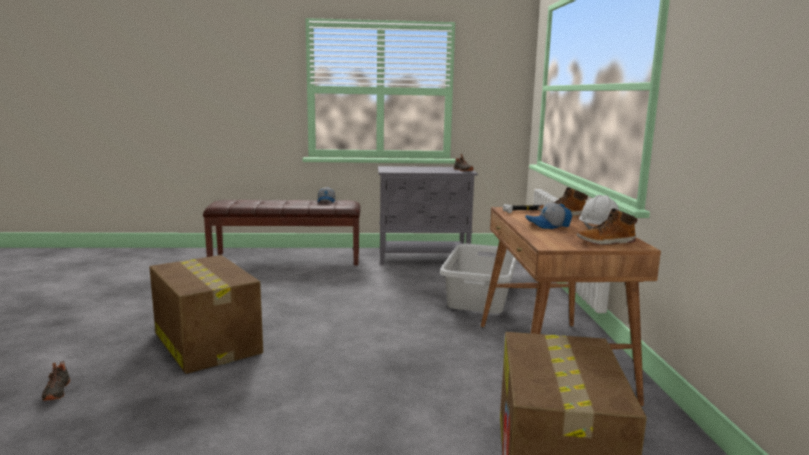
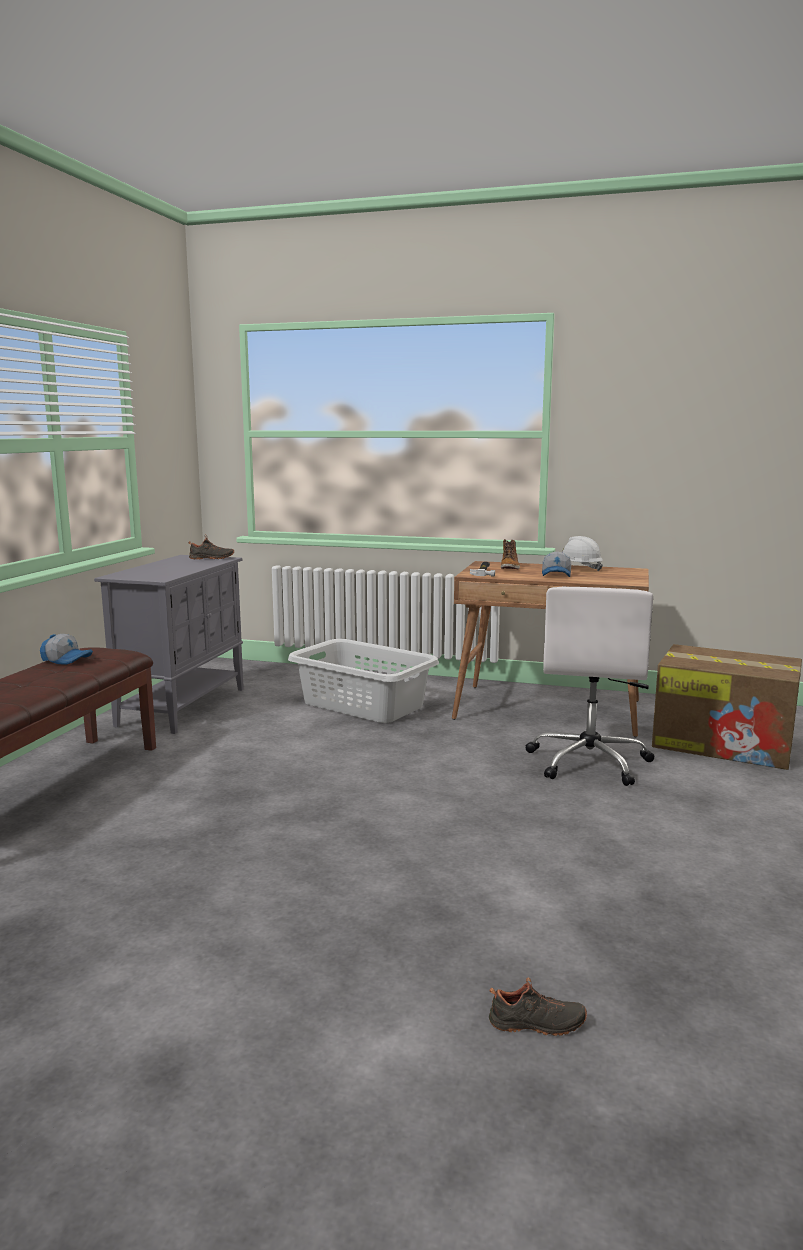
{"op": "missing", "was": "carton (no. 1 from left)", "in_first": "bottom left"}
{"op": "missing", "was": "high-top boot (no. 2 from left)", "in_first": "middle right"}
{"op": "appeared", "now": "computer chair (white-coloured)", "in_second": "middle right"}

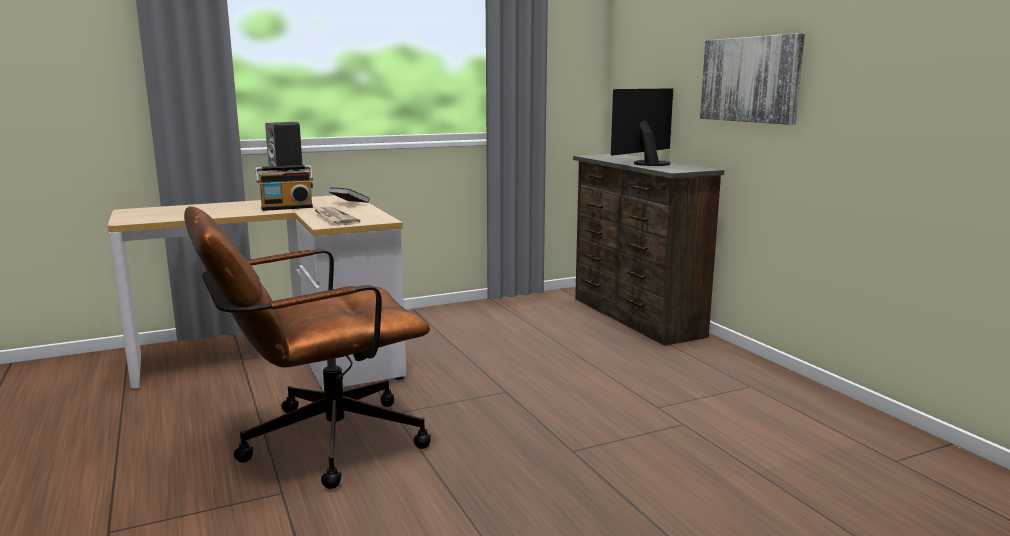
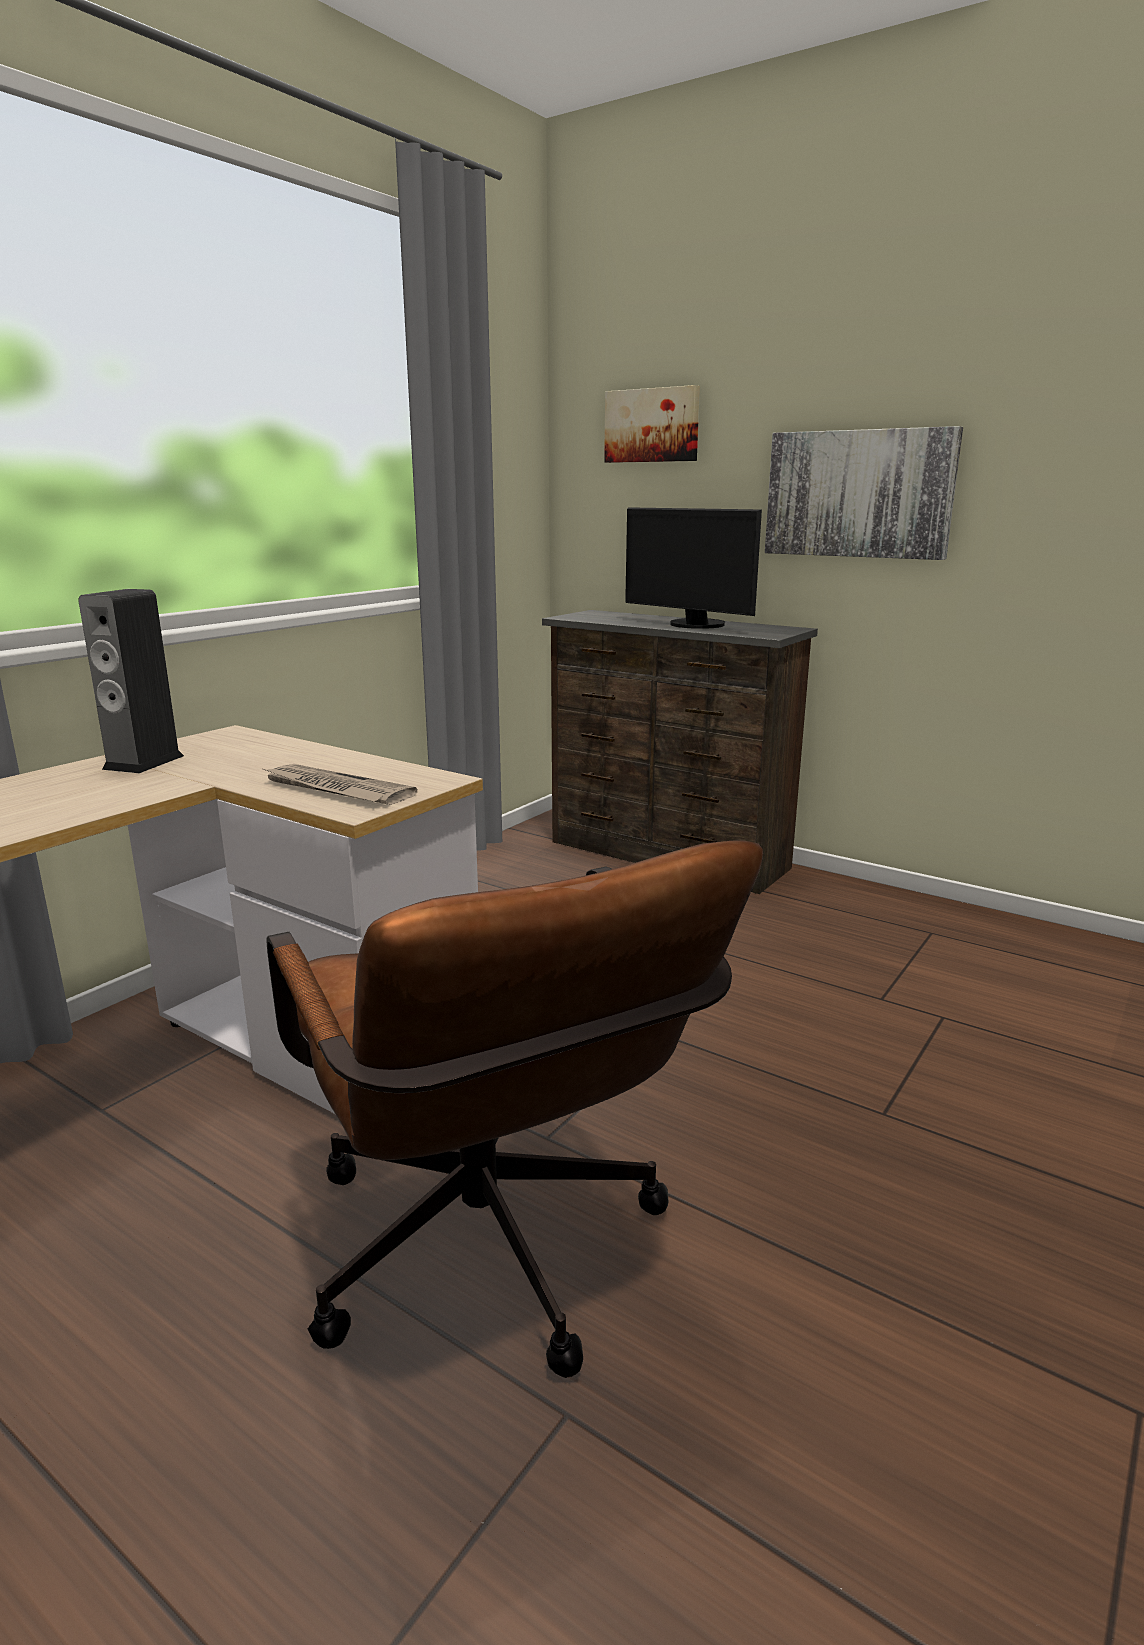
{"op": "missing", "was": "radio set", "in_first": "middle left"}
{"op": "missing", "was": "bound book", "in_first": "centre"}
{"op": "appeared", "now": "wall art (no. 1 from left)", "in_second": "top centre"}
{"op": "spun", "was": "computer chair (brown-coloured)", "in_first": "middle left", "in_second": "bottom centre", "clockwise": -60}
{"op": "spun", "was": "computer display", "in_first": "top centre", "in_second": "centre", "clockwise": -60}

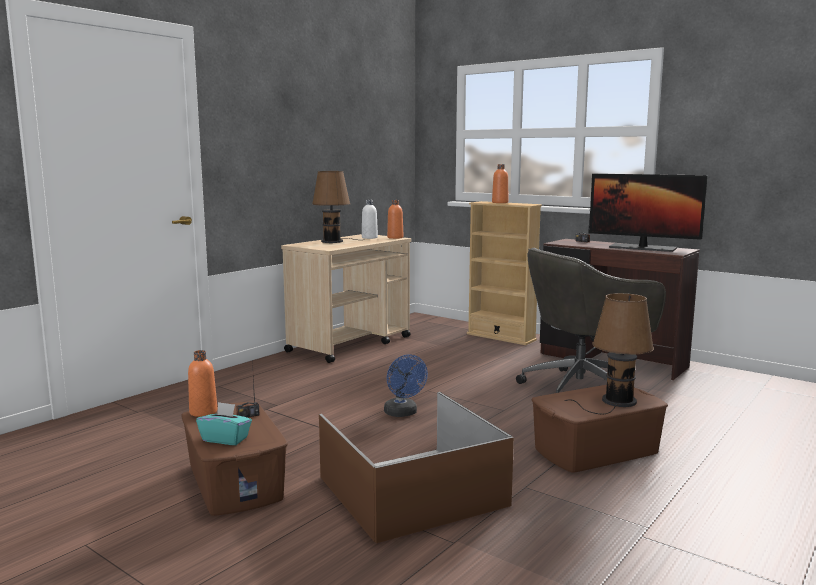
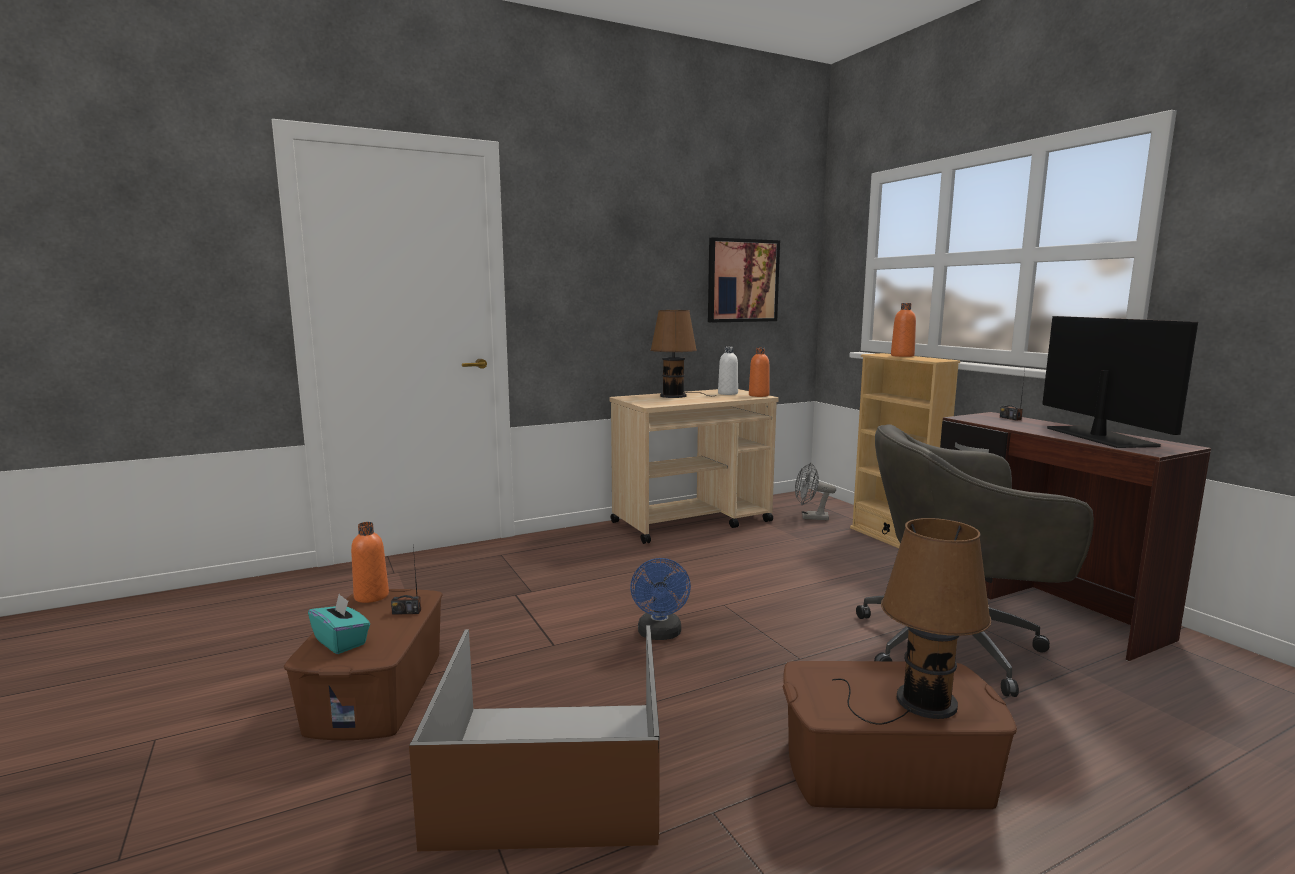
{"op": "appeared", "now": "wall art", "in_second": "top centre"}
{"op": "appeared", "now": "cooling fan (grey)", "in_second": "centre"}
{"op": "spun", "was": "computer display", "in_first": "middle right", "in_second": "middle right", "clockwise": -150}

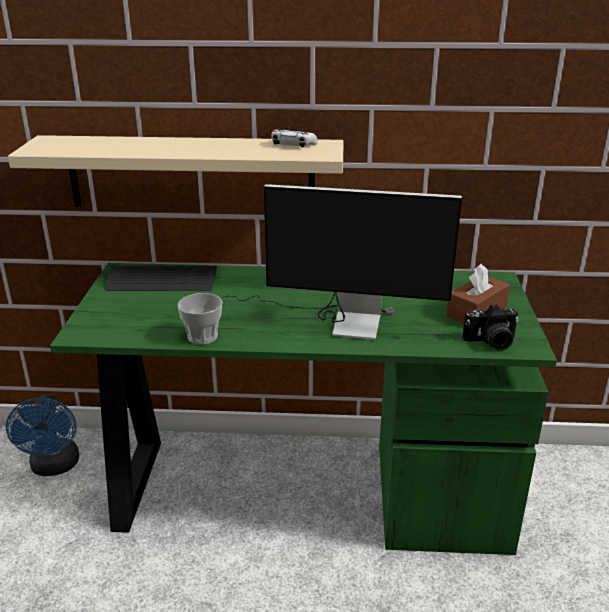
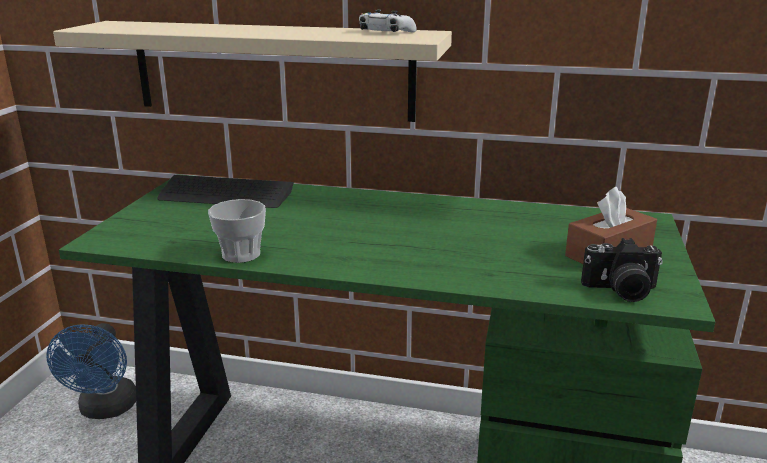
{"op": "missing", "was": "computer display", "in_first": "centre"}

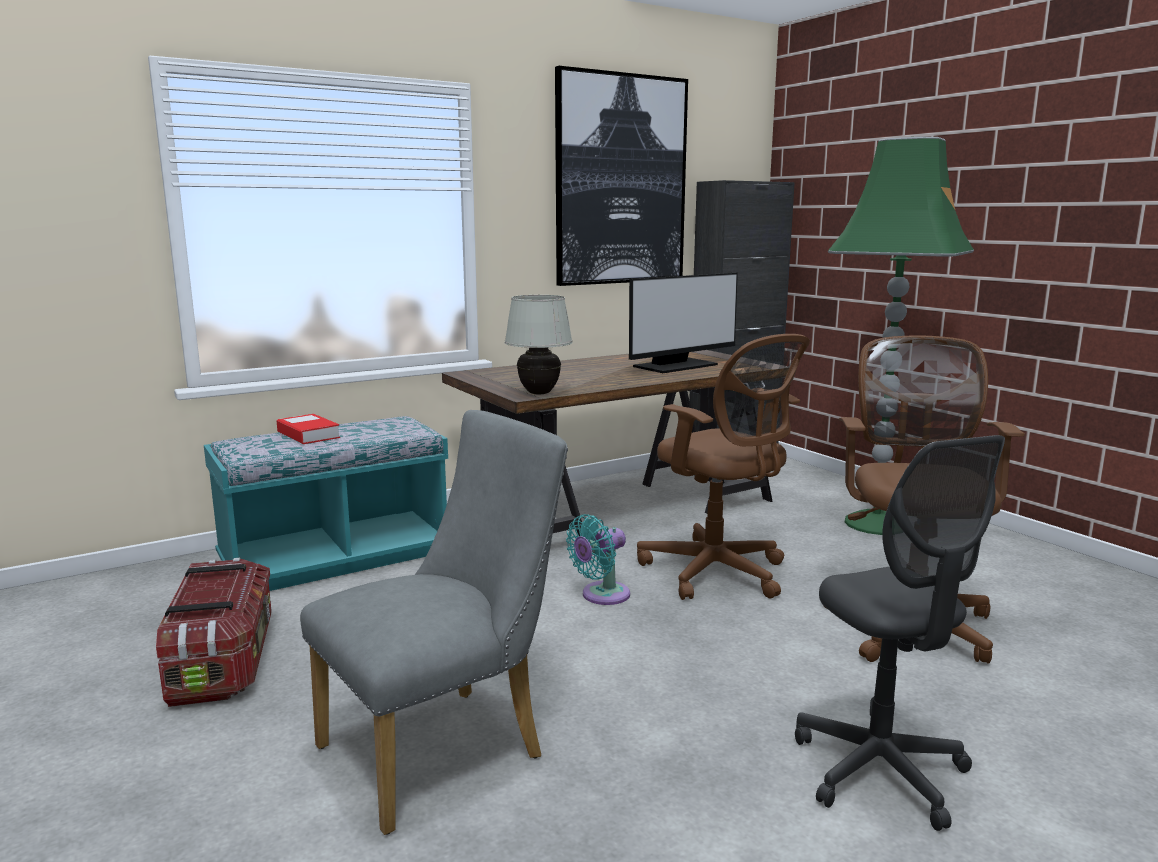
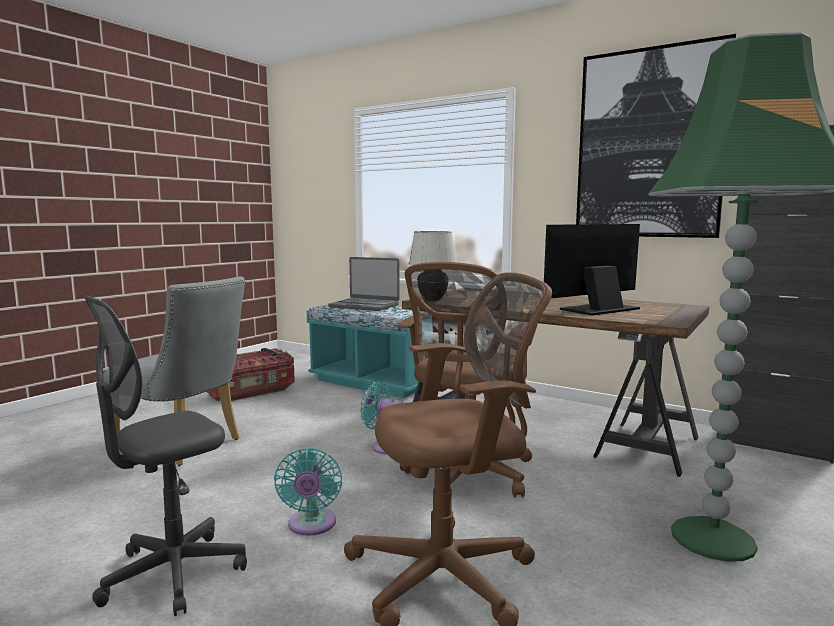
{"op": "appeared", "now": "cooling fan (turquoise) (no. 1 from left)", "in_second": "bottom centre"}
{"op": "exchanged", "was": "bound book", "now": "portable computer", "in_first": "middle left", "in_second": "centre"}
{"op": "spun", "was": "computer display", "in_first": "centre", "in_second": "middle right", "clockwise": 120}

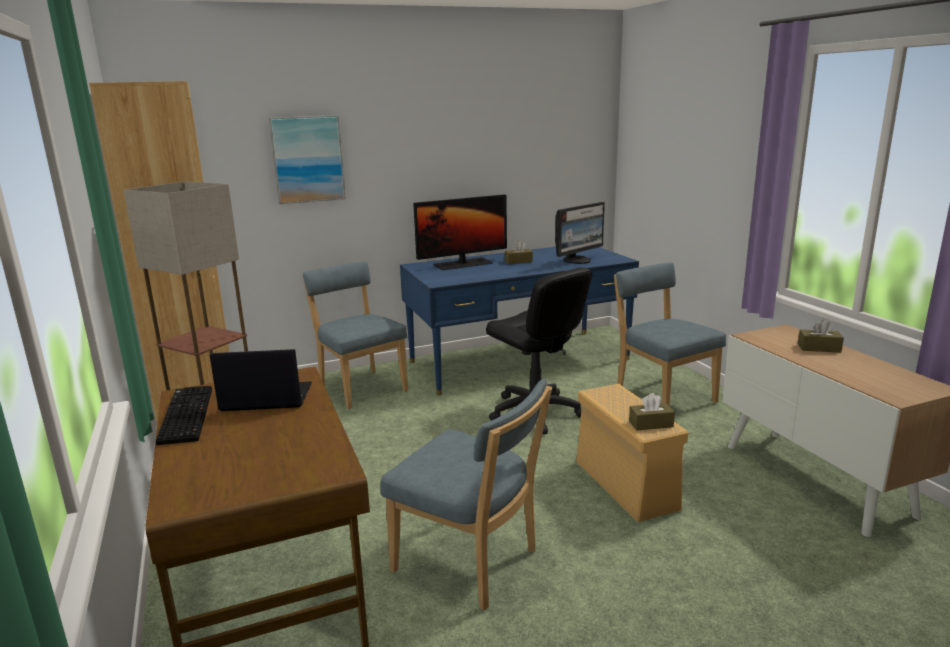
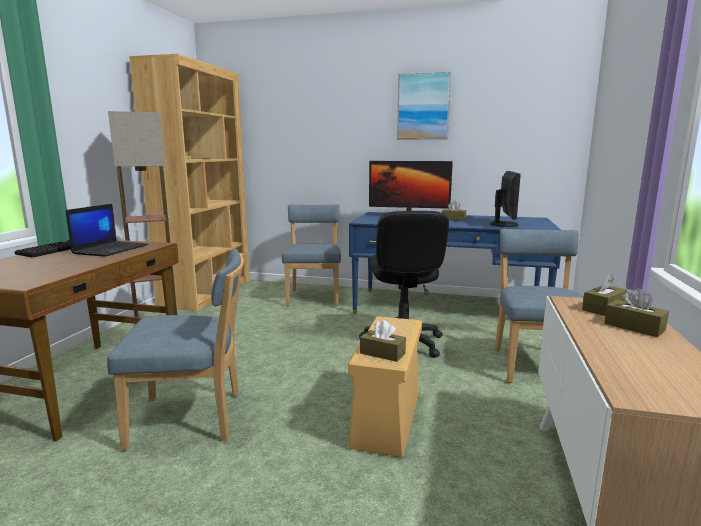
{"op": "appeared", "now": "tissue holder (brown-coloured) (no. 3 from left)", "in_second": "middle right"}
{"op": "relocated", "was": "wall art", "in_first": "top left", "in_second": "top centre"}
{"op": "spun", "was": "portable computer", "in_first": "middle left", "in_second": "middle left", "clockwise": 75}
{"op": "spun", "was": "plain chair (bluish) (no. 2 from left in the first image)", "in_first": "bottom centre", "in_second": "middle left", "clockwise": -75}
{"op": "spun", "was": "computer display (no. 2 from left)", "in_first": "centre", "in_second": "middle right", "clockwise": -75}

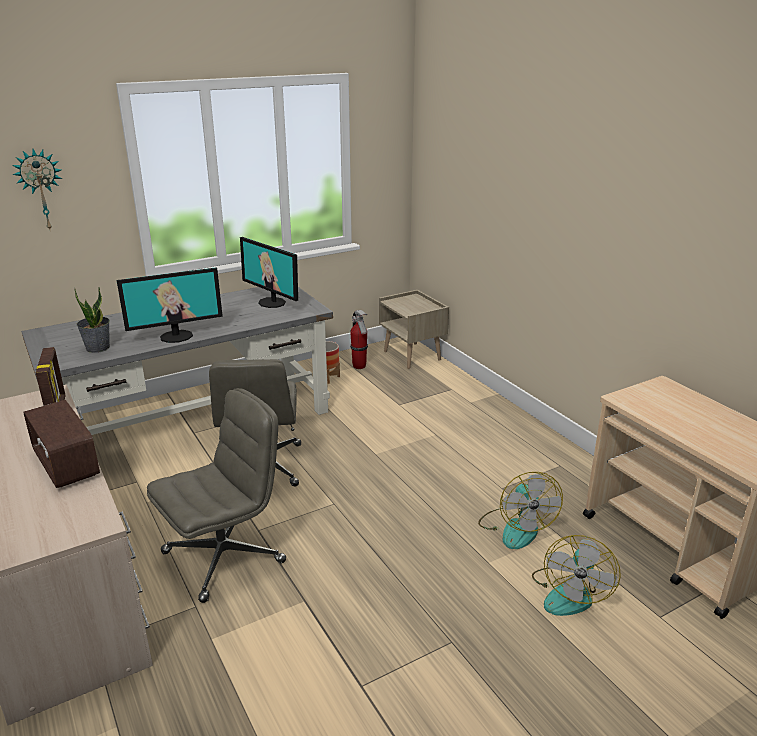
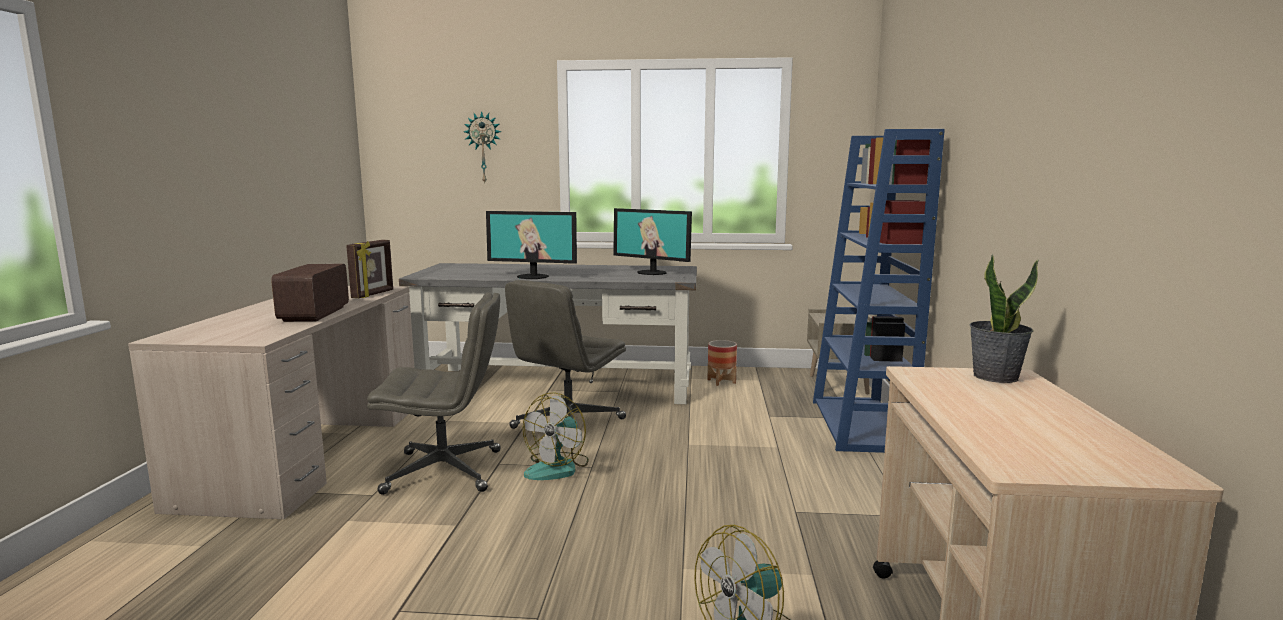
{"op": "missing", "was": "fire extinguisher", "in_first": "centre"}
{"op": "appeared", "now": "shelving unit (bluish)", "in_second": "middle right"}
{"op": "relocated", "was": "houseplant", "in_first": "middle left", "in_second": "middle right"}
{"op": "relocated", "was": "cooling fan (no. 1 from left)", "in_first": "bottom right", "in_second": "bottom centre"}
{"op": "spun", "was": "computer display (no. 2 from left)", "in_first": "centre", "in_second": "centre", "clockwise": -45}

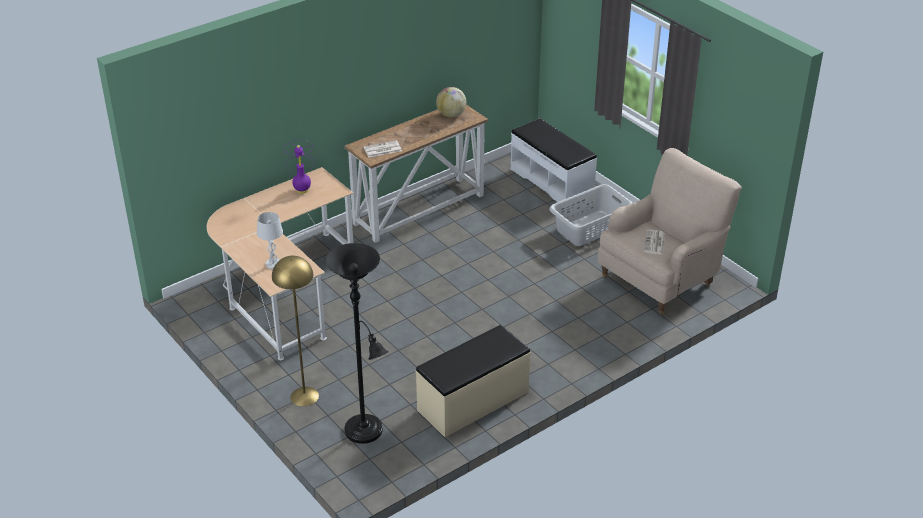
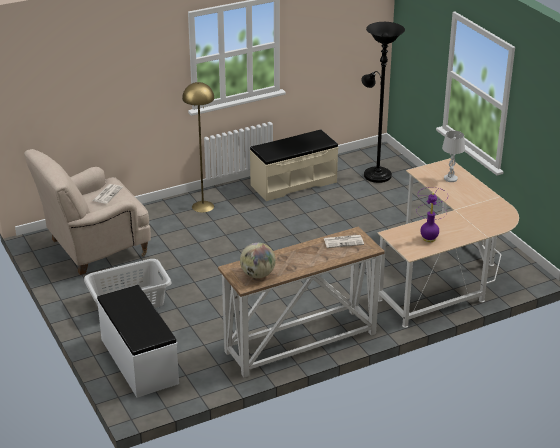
{"op": "relocated", "was": "floor lamp (yellowish)", "in_first": "middle left", "in_second": "top centre"}

